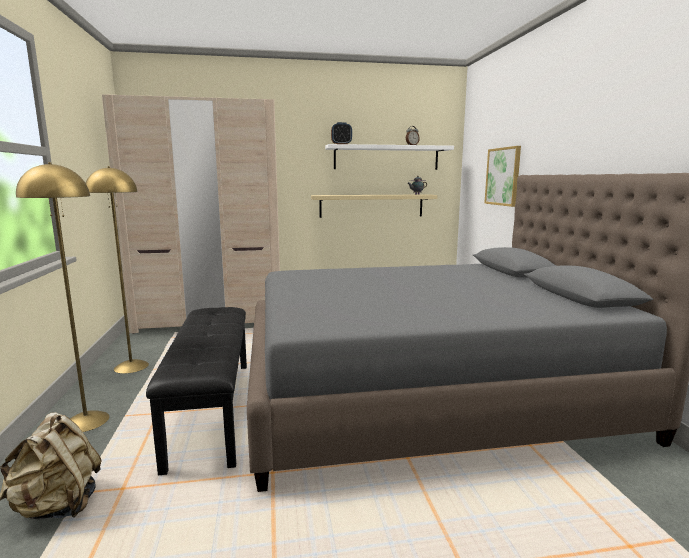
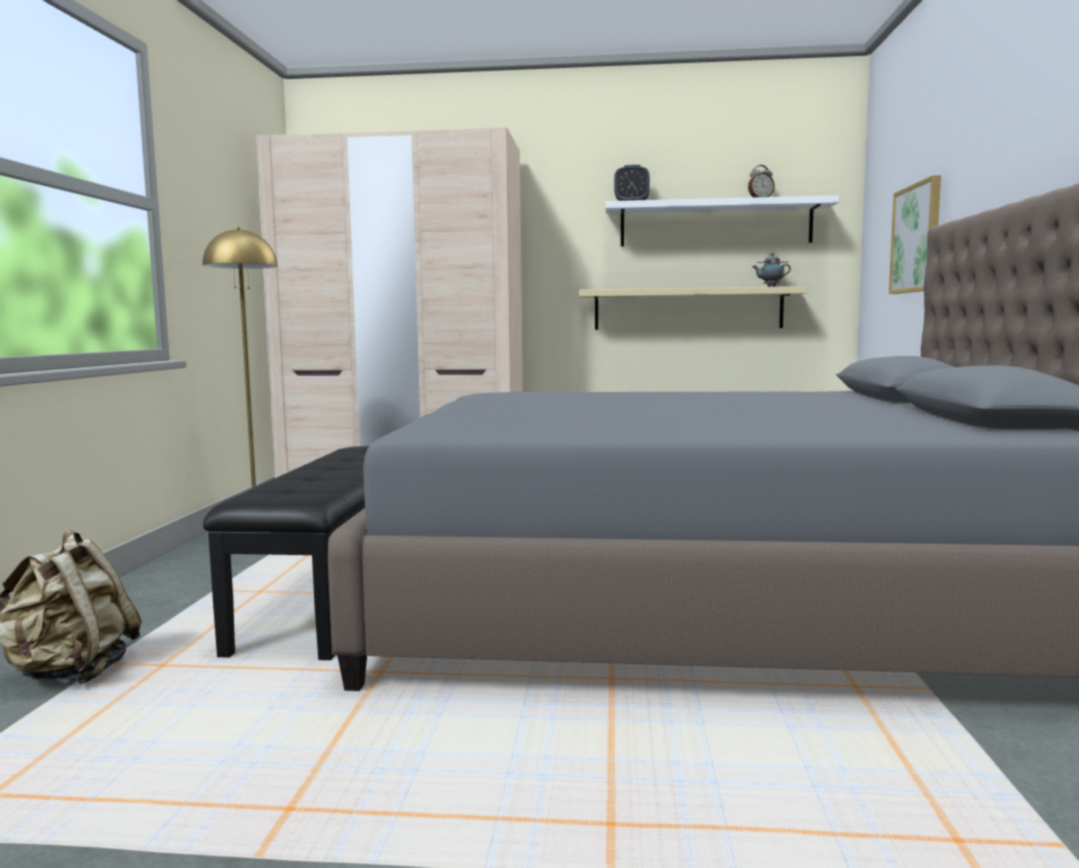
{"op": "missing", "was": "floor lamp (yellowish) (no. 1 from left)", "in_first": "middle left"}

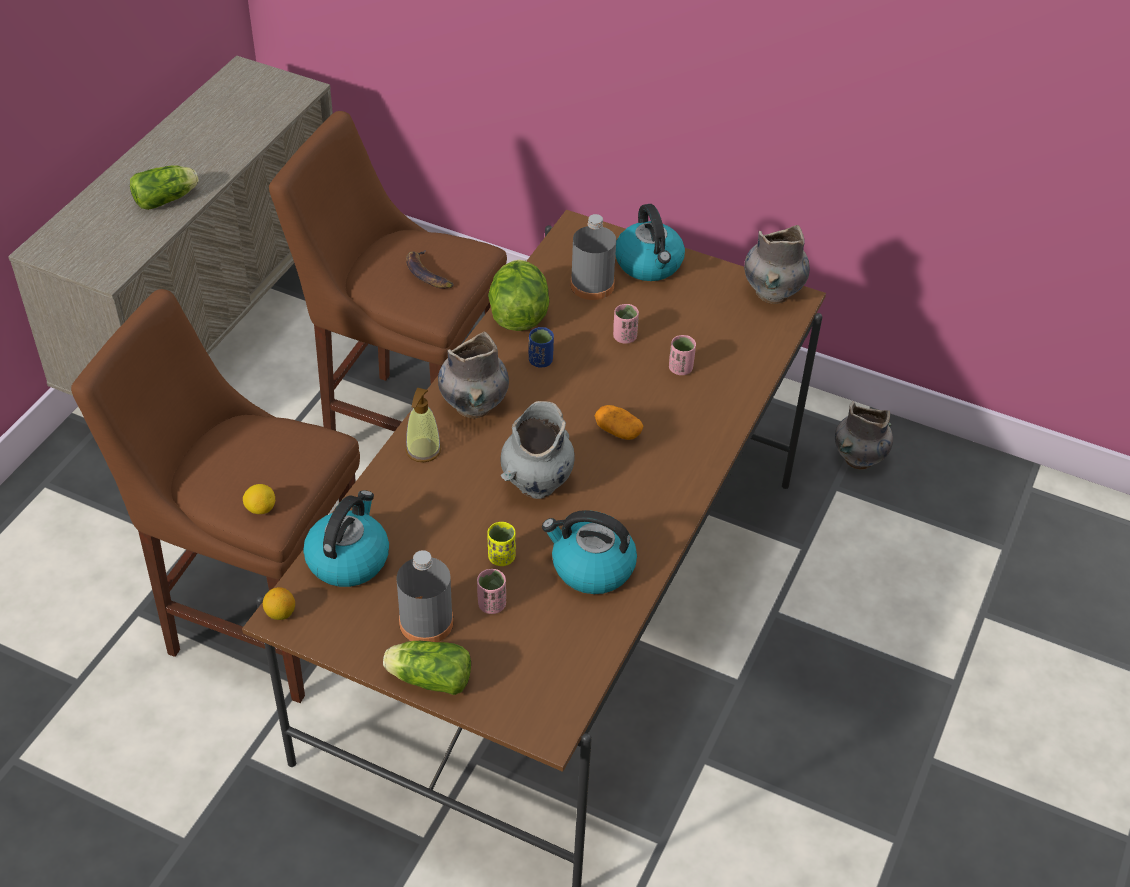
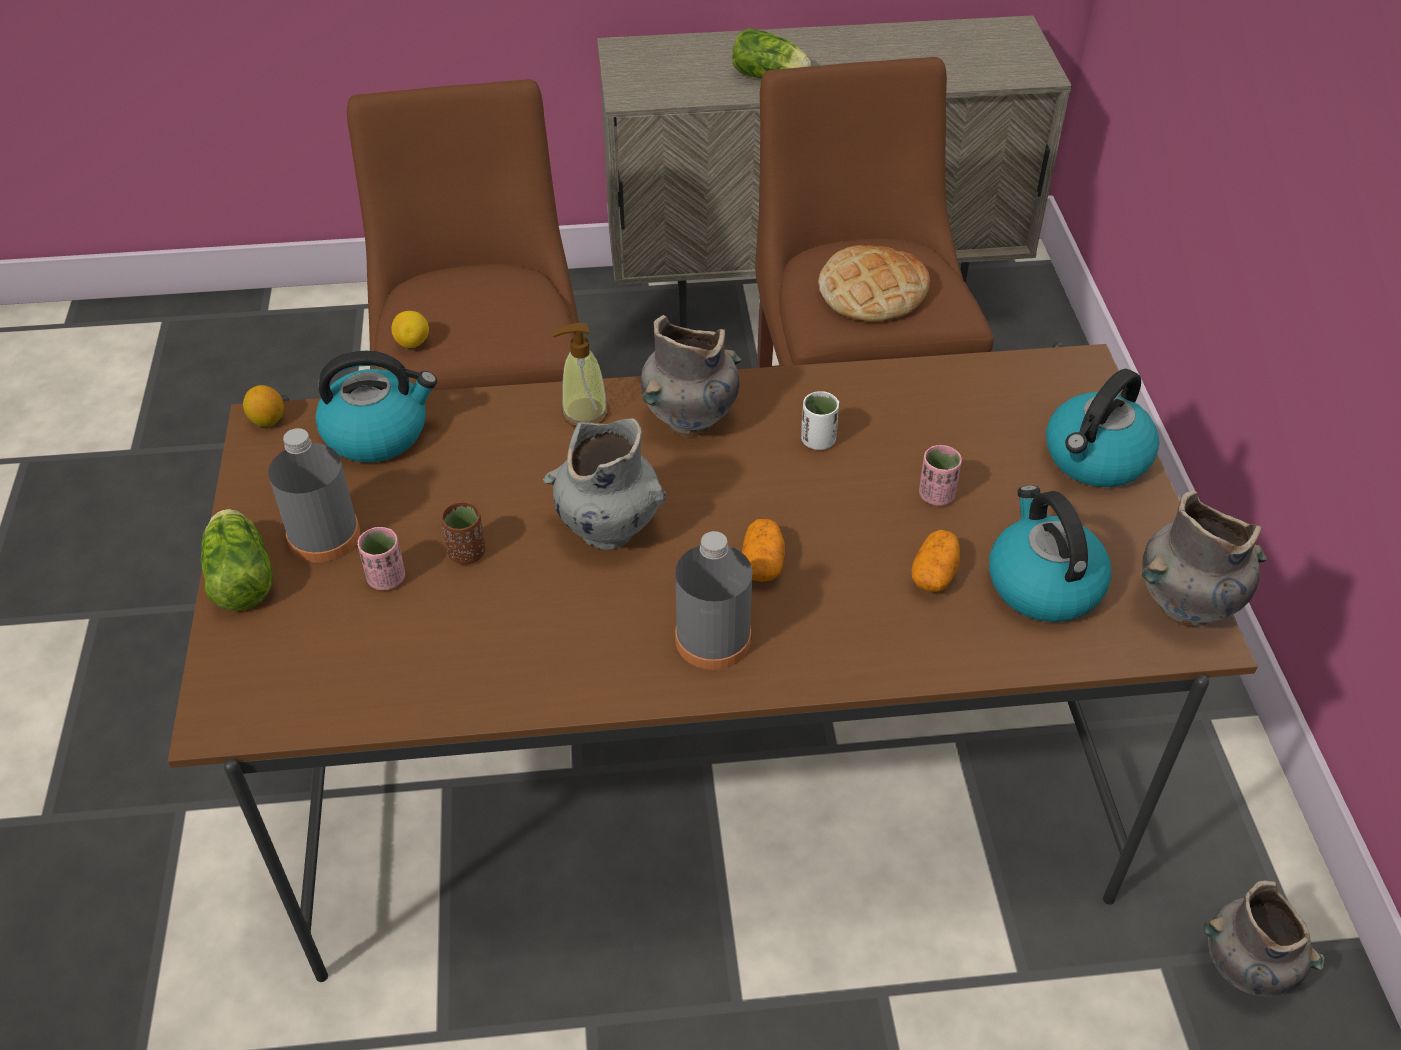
{"op": "missing", "was": "lettuce head (no. 3 from left)", "in_first": "top centre"}
{"op": "relocated", "was": "kettle (no. 2 from left)", "in_first": "centre", "in_second": "middle right"}
{"op": "relocated", "was": "drink bottle (grey) (no. 2 from left)", "in_first": "top centre", "in_second": "centre"}
{"op": "exchanged", "was": "whole banana", "now": "bakery bread", "in_first": "top centre", "in_second": "top centre"}
{"op": "exchanged", "was": "small cup (pink) (no. 3 from left)", "now": "whole potato (no. 2 from left)", "in_first": "centre", "in_second": "middle right"}
{"op": "colour", "was": "small cup (yellowish)", "now": "small cup (brown-coloured)", "in_first": "centre", "in_second": "middle left"}
{"op": "colour", "was": "small cup (bluish)", "now": "small cup (white-coloured)", "in_first": "centre", "in_second": "centre"}

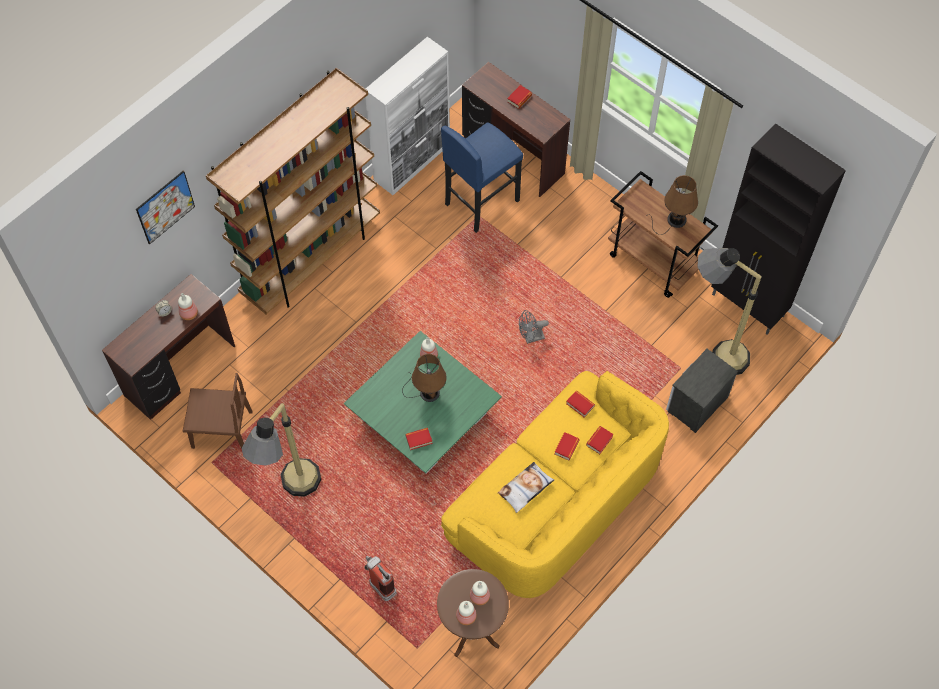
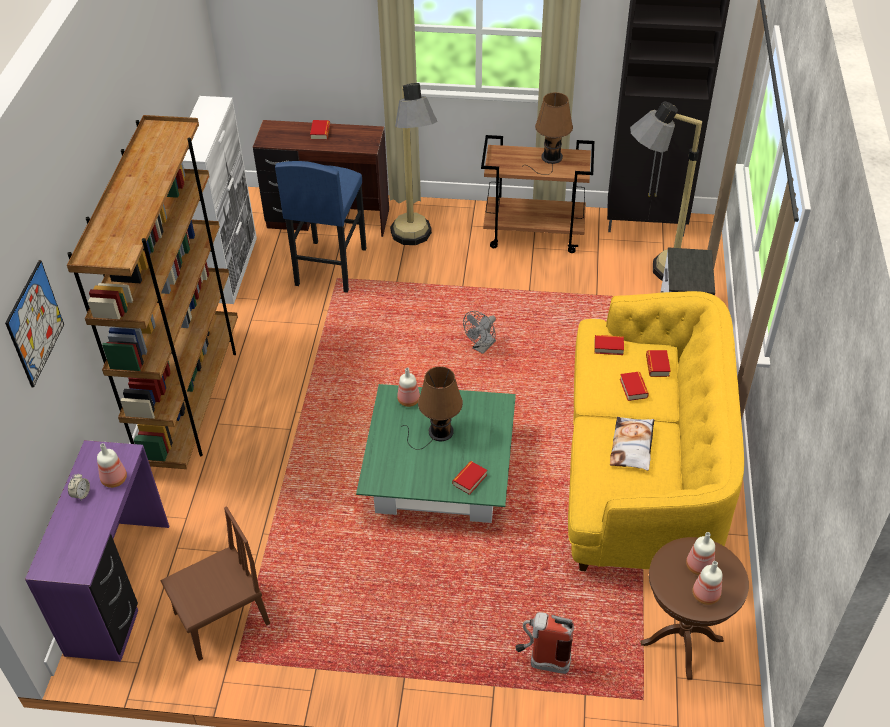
{"op": "relocated", "was": "floor lamp (no. 1 from left)", "in_first": "middle left", "in_second": "top centre"}
{"op": "colour", "was": "desk table (brown-coloured) (no. 1 from left)", "now": "desk table (purple)", "in_first": "middle left", "in_second": "bottom left"}

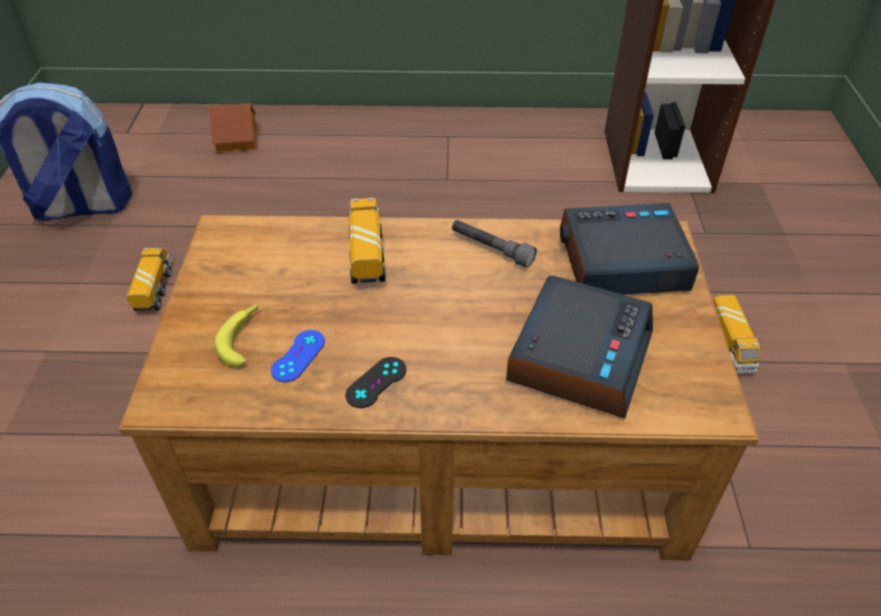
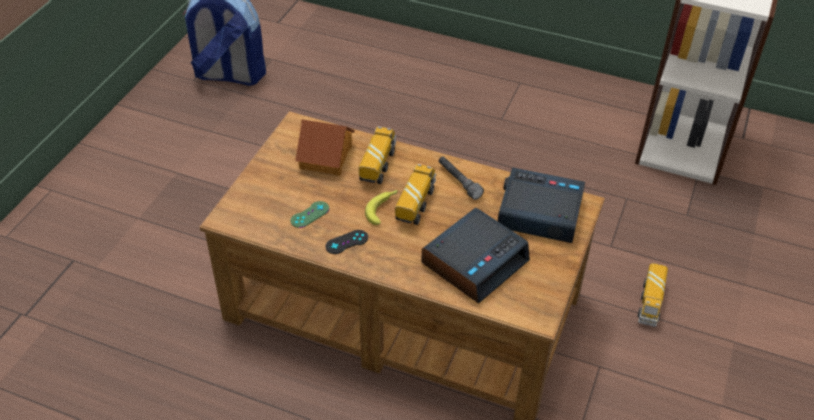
{"op": "relocated", "was": "toy lorry (no. 1 from left in the first image)", "now": "toy lorry (no. 2 from left)", "in_first": "middle left", "in_second": "centre"}
{"op": "relocated", "was": "toy house", "in_first": "top left", "in_second": "centre"}
{"op": "relocated", "was": "whole banana", "in_first": "middle left", "in_second": "centre"}
{"op": "colour", "was": "gamepad (bluish)", "now": "gamepad (green)", "in_first": "centre", "in_second": "centre"}

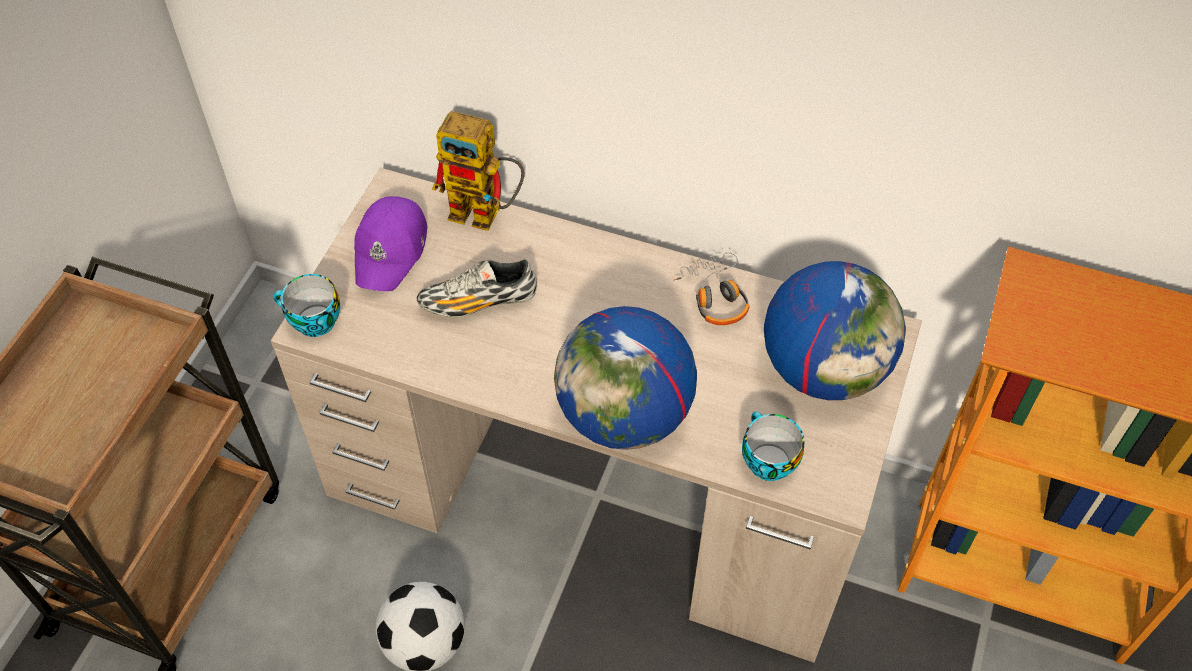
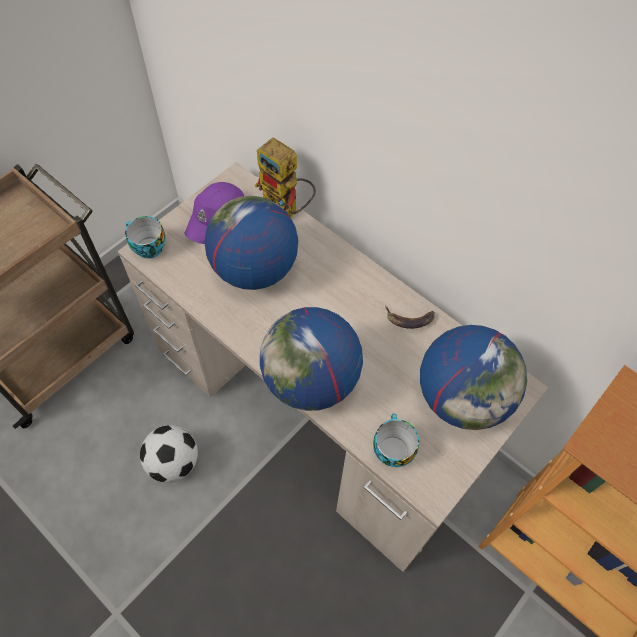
{"op": "exchanged", "was": "low shoe", "now": "globe (no. 1 from left)", "in_first": "centre", "in_second": "centre"}
{"op": "exchanged", "was": "headset", "now": "whole banana", "in_first": "centre", "in_second": "centre"}

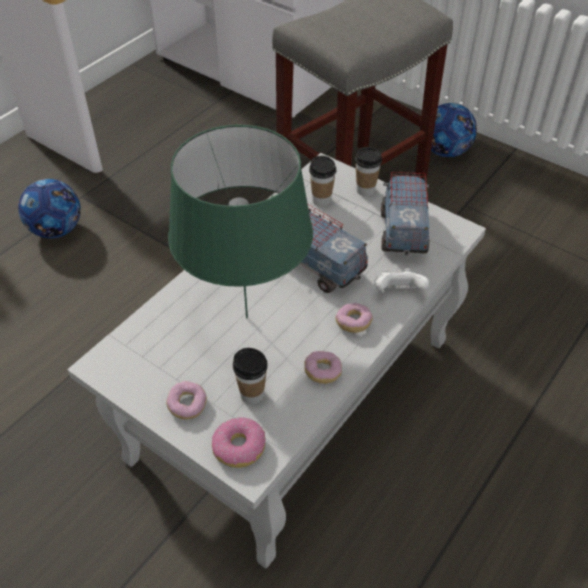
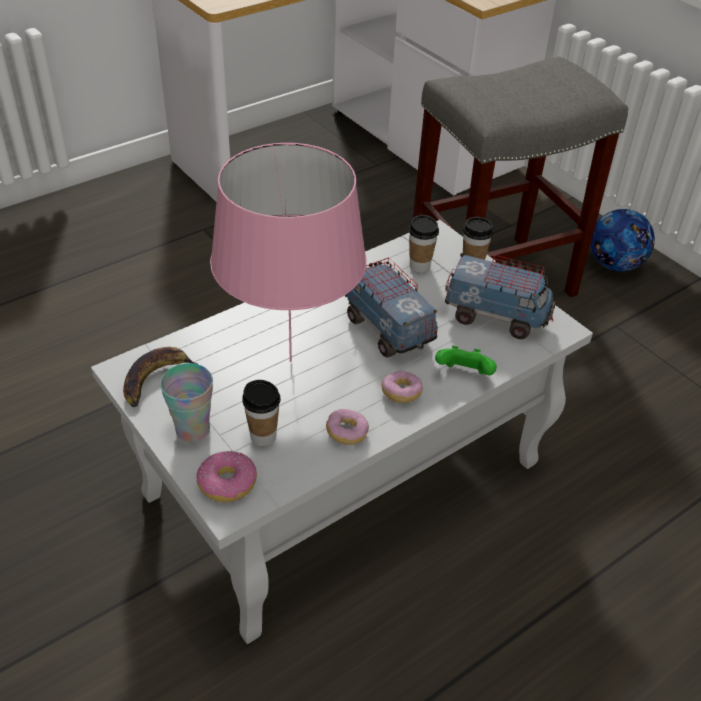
{"op": "missing", "was": "football (no. 1 from left)", "in_first": "middle left"}
{"op": "appeared", "now": "whole banana", "in_second": "middle left"}
{"op": "exchanged", "was": "donut (no. 1 from left)", "now": "small cup (no. 1 from left)", "in_first": "bottom left", "in_second": "middle left"}
{"op": "colour", "was": "tabletop lamp (green)", "now": "tabletop lamp (pink)", "in_first": "centre", "in_second": "centre"}
{"op": "colour", "was": "gamepad (white-coloured)", "now": "gamepad (green)", "in_first": "middle right", "in_second": "centre"}
{"op": "spun", "was": "toy lorry (no. 2 from left)", "in_first": "middle right", "in_second": "middle right", "clockwise": 90}

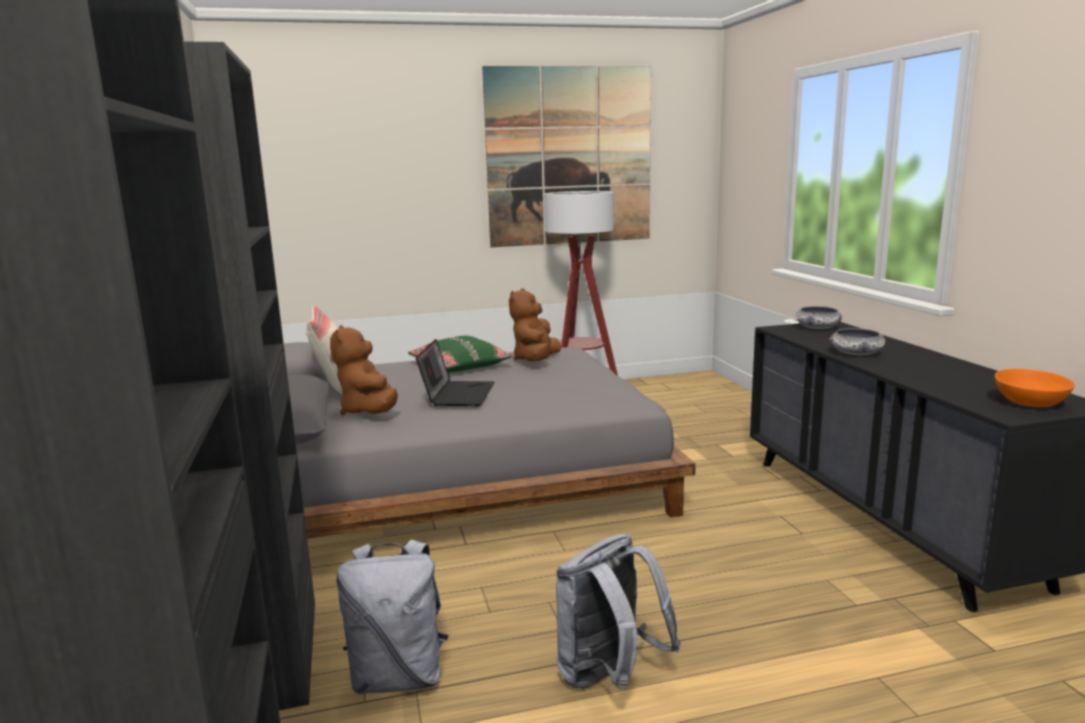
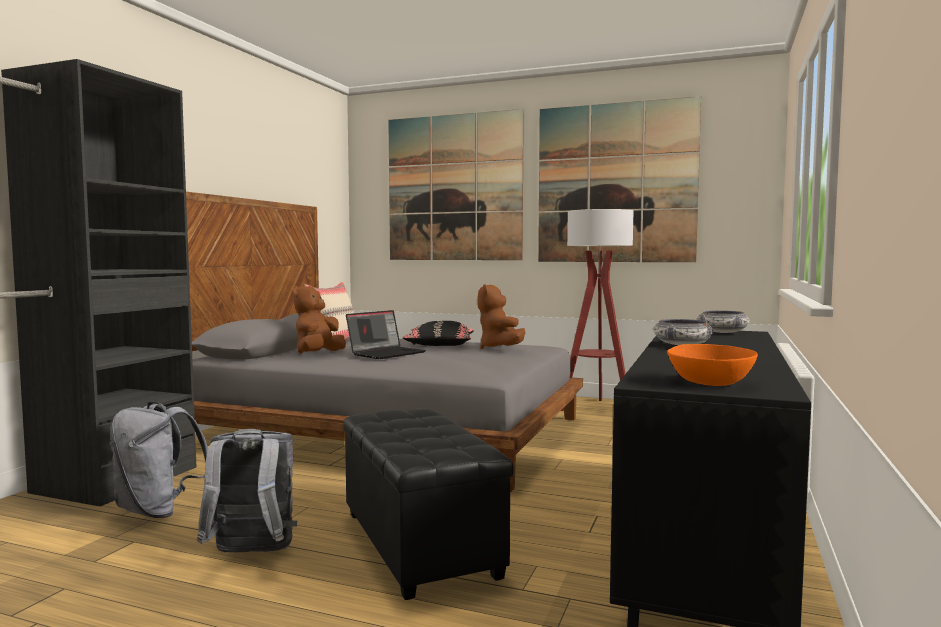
{"op": "appeared", "now": "footrest (blackish)", "in_second": "bottom centre"}
{"op": "appeared", "now": "wall art (no. 1 from left)", "in_second": "top centre"}
{"op": "colour", "was": "pillow (green)", "now": "pillow (blackish)", "in_first": "centre", "in_second": "centre"}
{"op": "spun", "was": "cuddly toy (brown-coloured) (no. 2 from left)", "in_first": "centre", "in_second": "centre", "clockwise": -60}

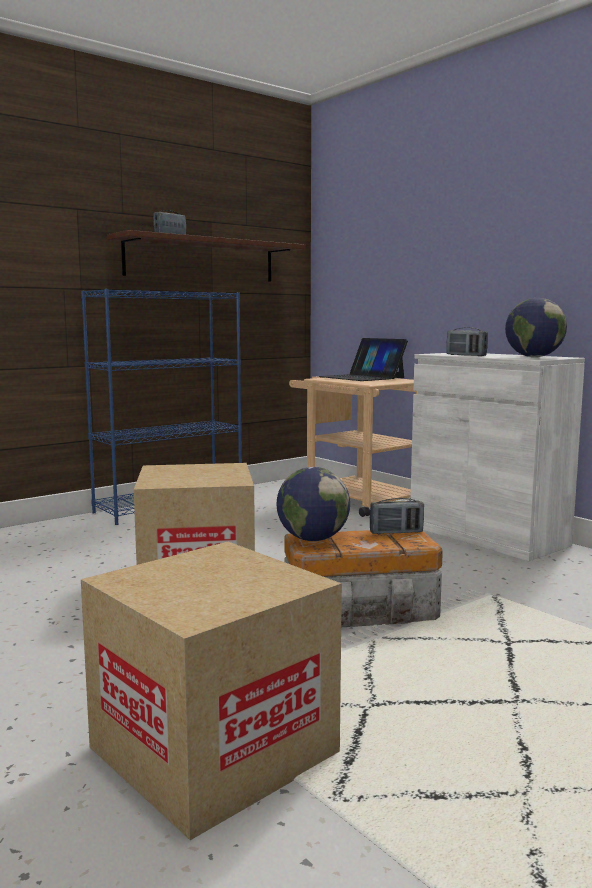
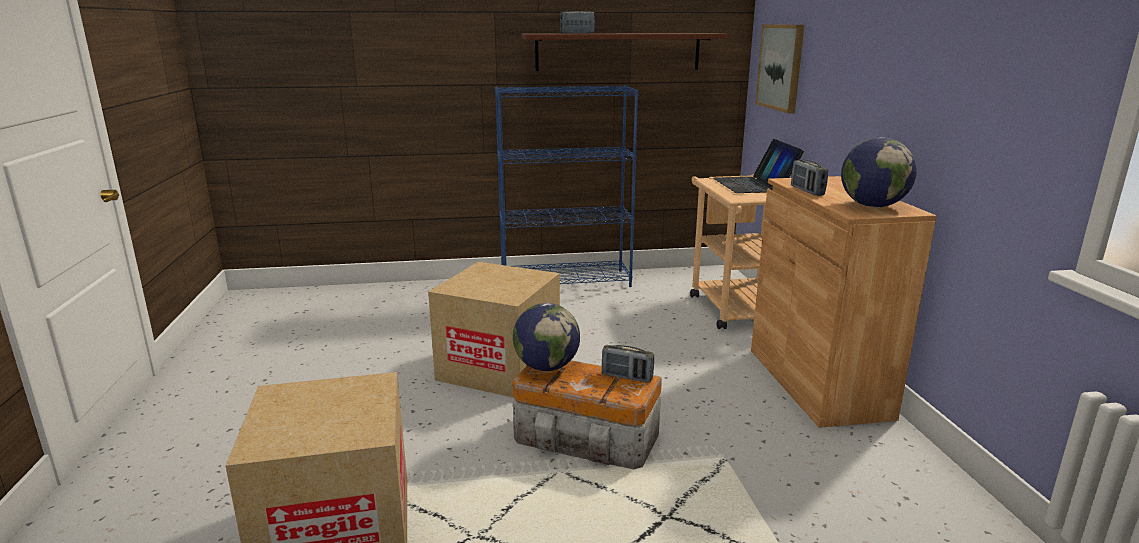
{"op": "appeared", "now": "wall art", "in_second": "top right"}
{"op": "colour", "was": "cupboard (white-coloured)", "now": "cupboard (brown-coloured)", "in_first": "middle right", "in_second": "middle right"}

